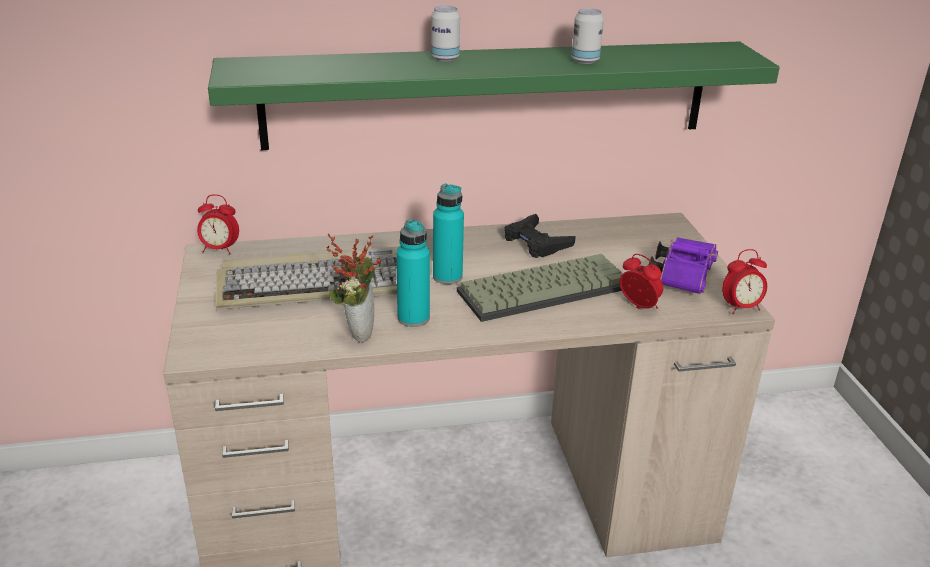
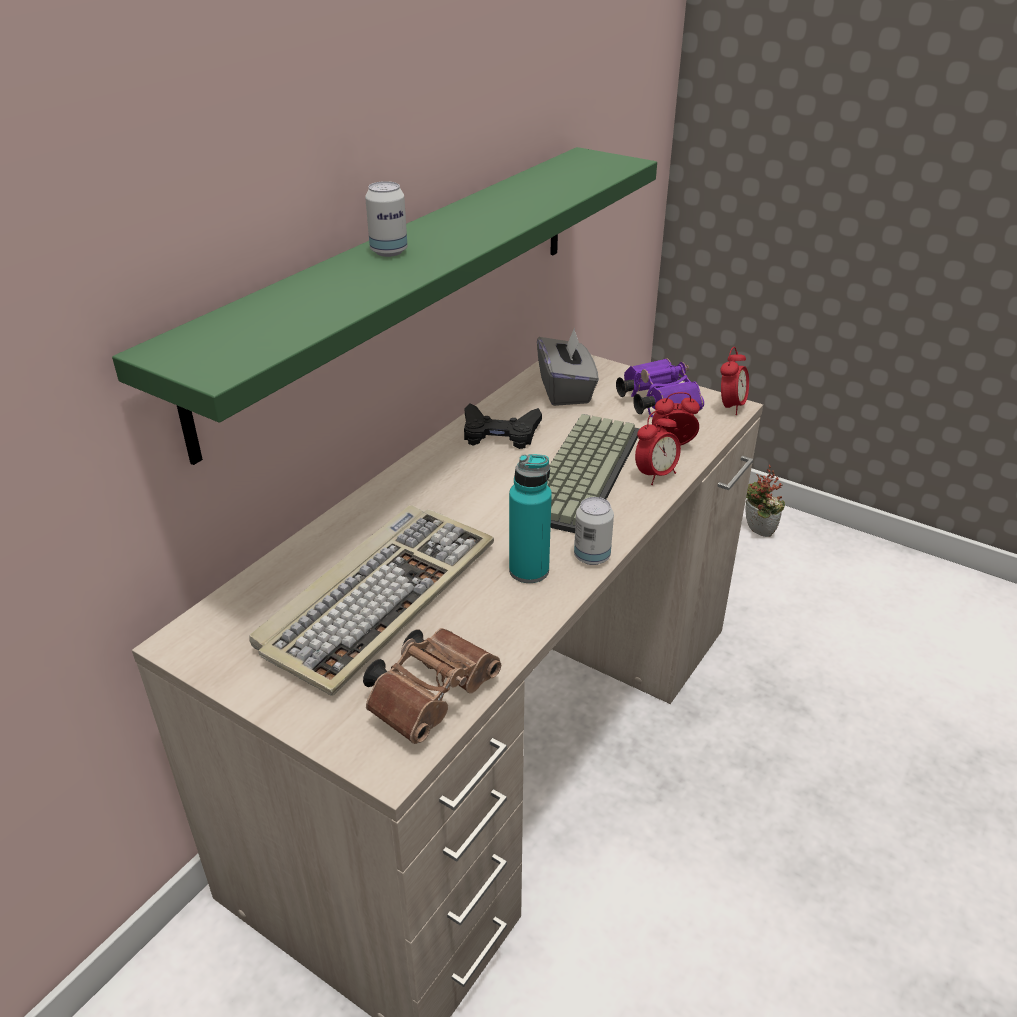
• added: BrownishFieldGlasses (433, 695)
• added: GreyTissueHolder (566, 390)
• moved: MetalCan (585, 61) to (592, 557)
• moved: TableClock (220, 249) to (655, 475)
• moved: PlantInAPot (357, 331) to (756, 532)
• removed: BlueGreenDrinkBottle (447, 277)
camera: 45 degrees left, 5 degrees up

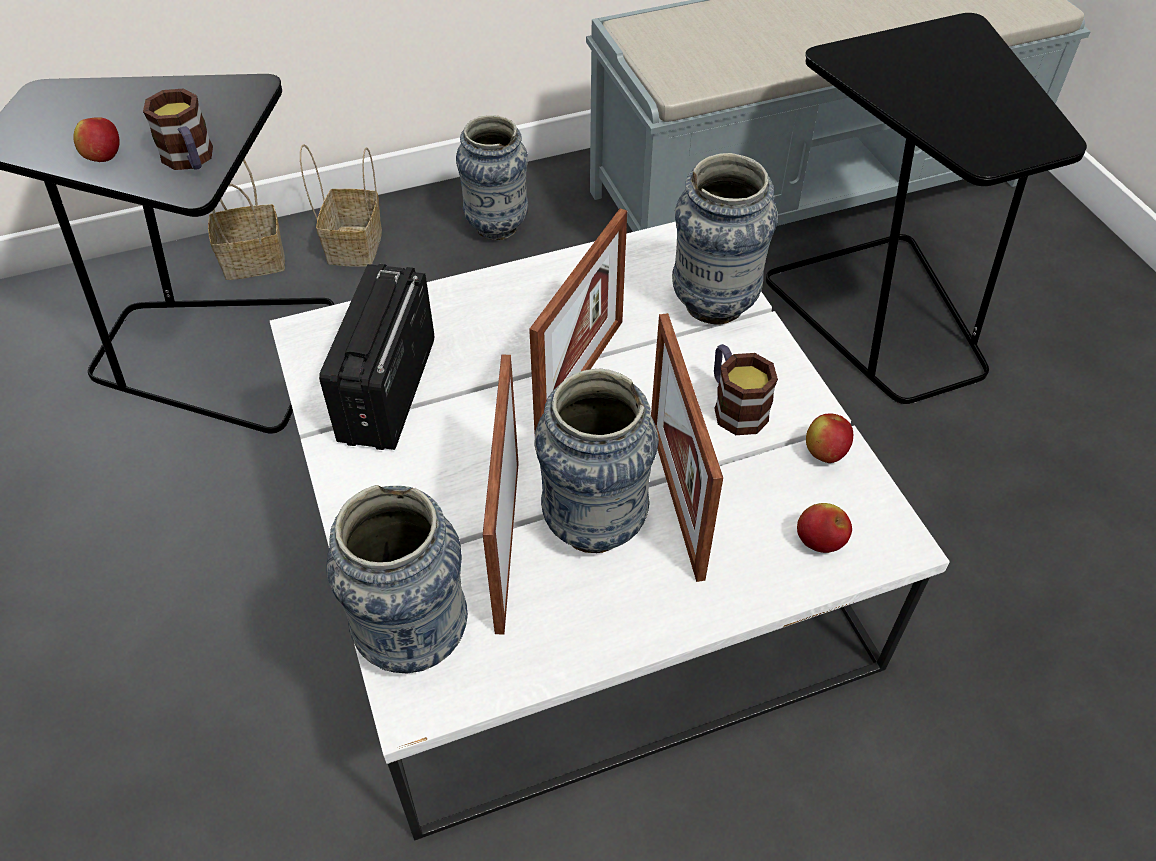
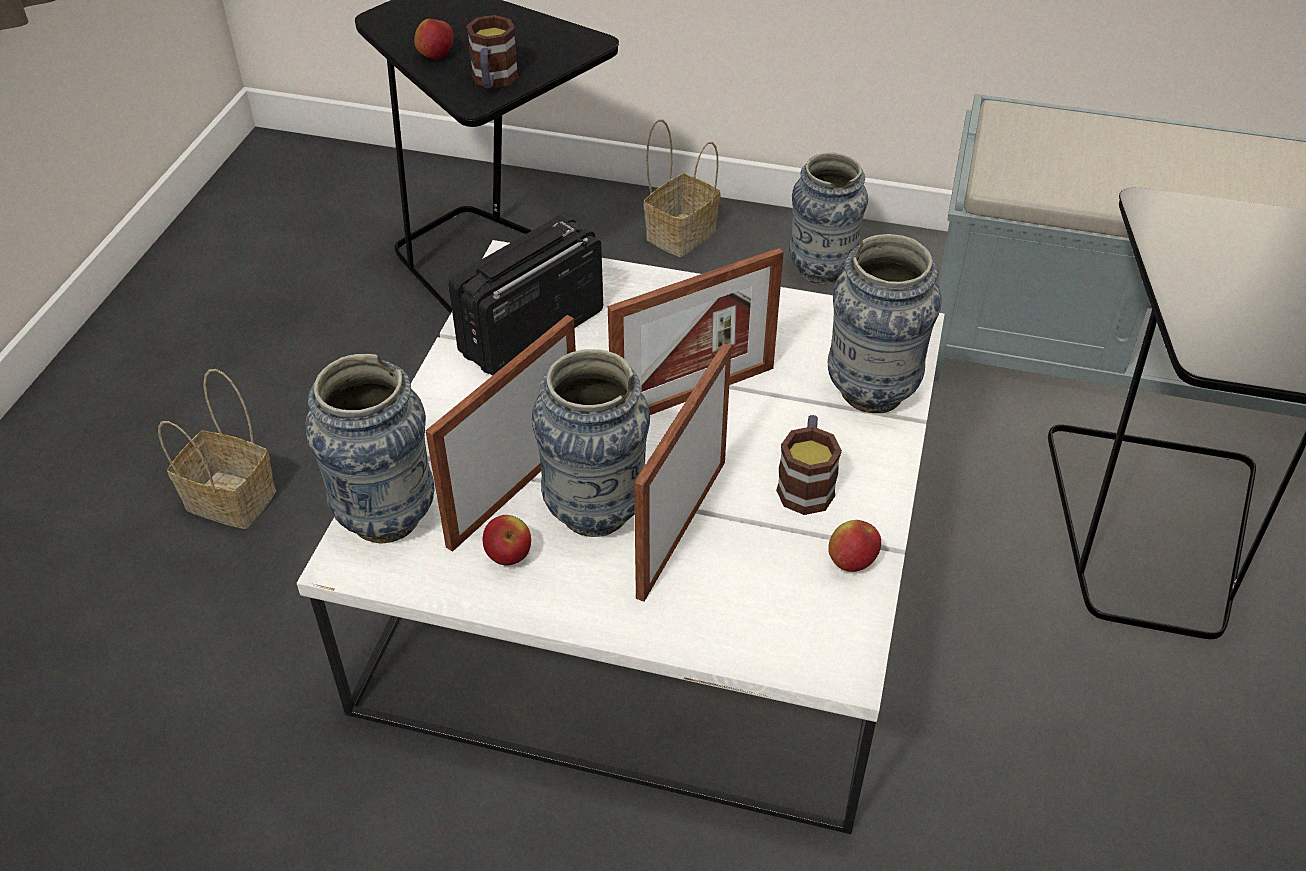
• moved: HouseholdBasket (251, 262) to (227, 500)
• moved: Apple (819, 542) to (508, 556)
camera: 35 degrees right, 5 degrees down

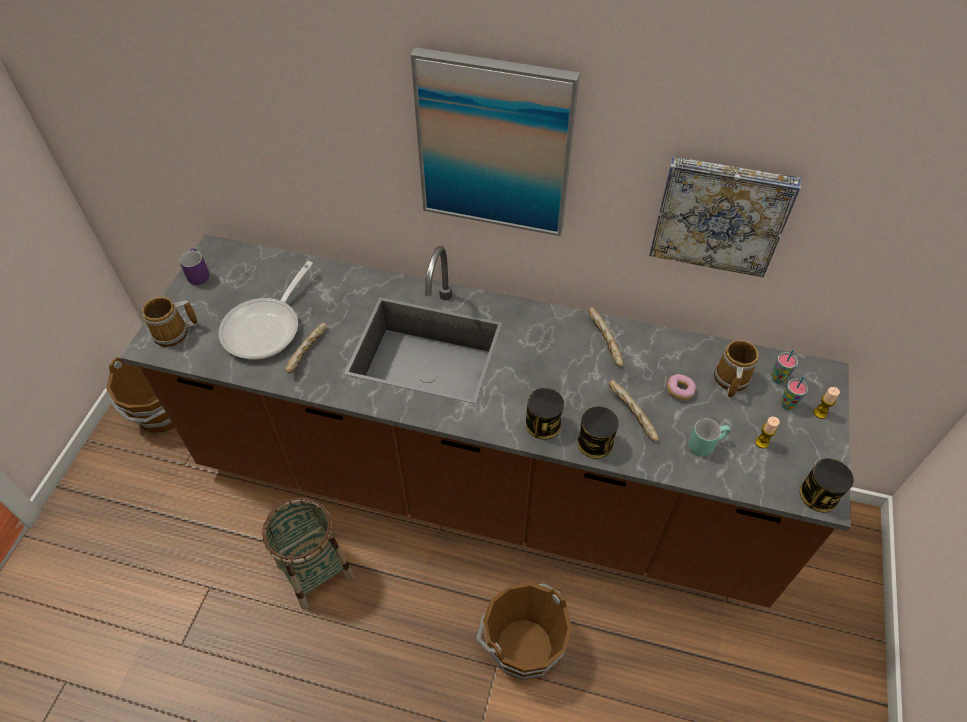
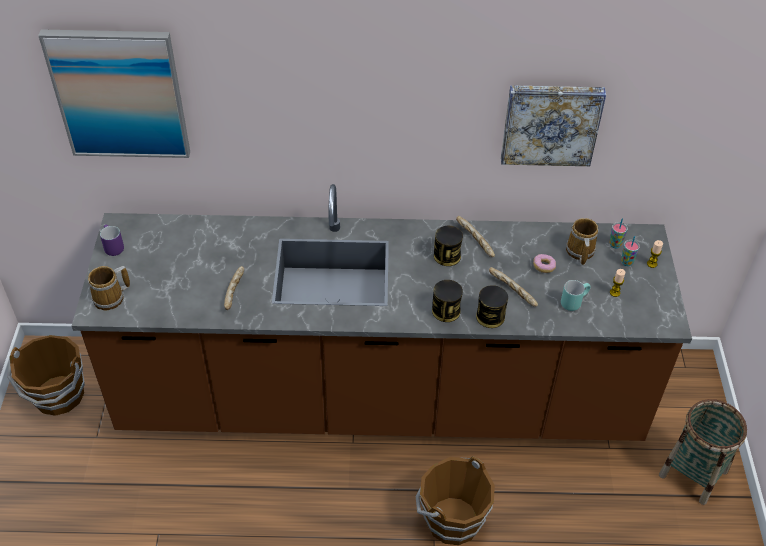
• moved: WallPicture (494, 145) to (119, 94)
• moved: MetalCan (818, 495) to (447, 256)
• moved: HouseholdBasket (315, 571) to (693, 473)
• removed: Pan (266, 328)
camera: 15 degrees left, 5 degrees down

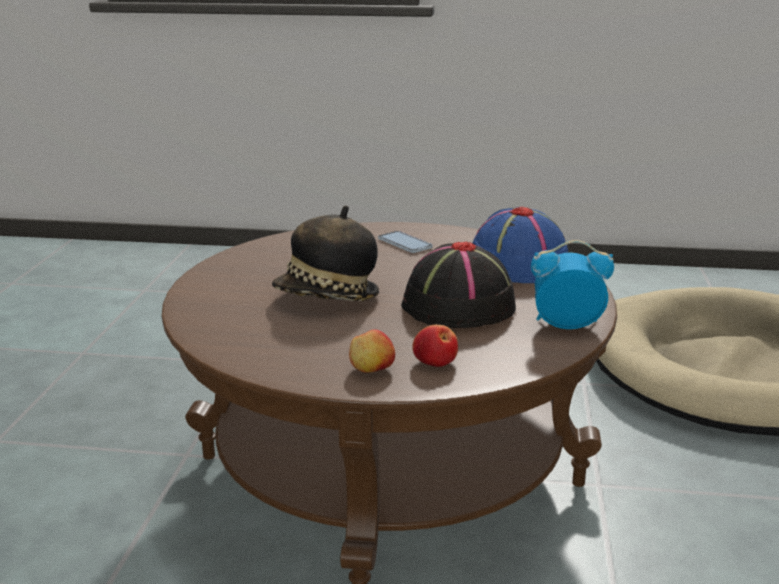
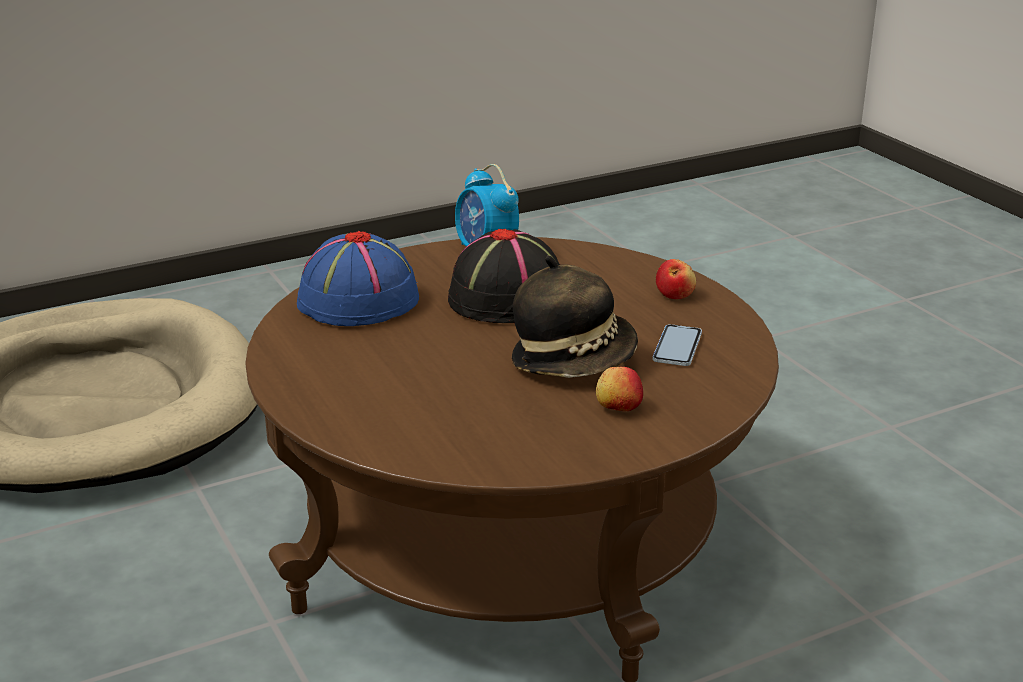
• moved: Apple (435, 362) to (618, 407)
• moved: Phone (404, 243) to (677, 347)
camera: 125 degrees left, 5 degrees up

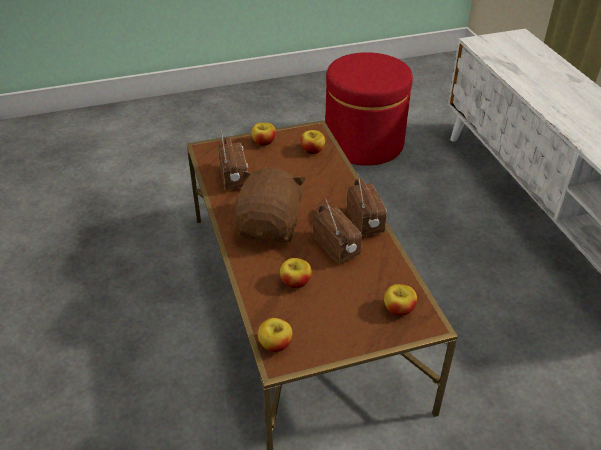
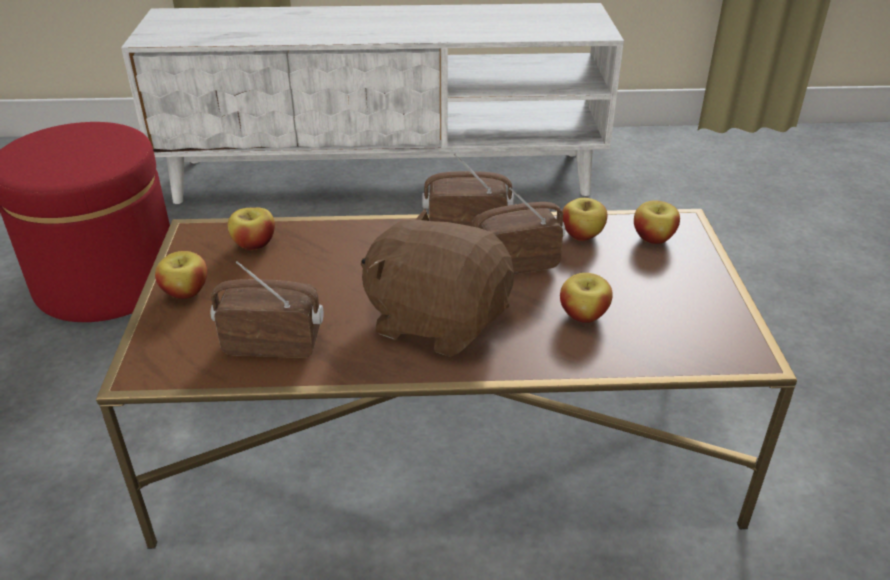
• moved: Apple (275, 344) to (582, 235)
camera: 75 degrees left, 5 degrees down

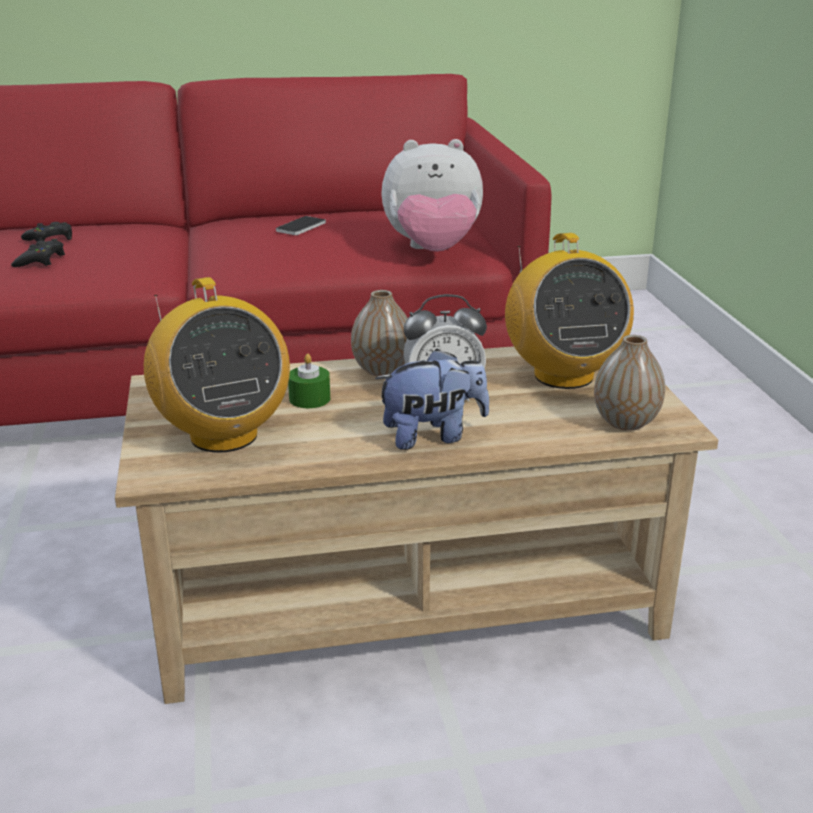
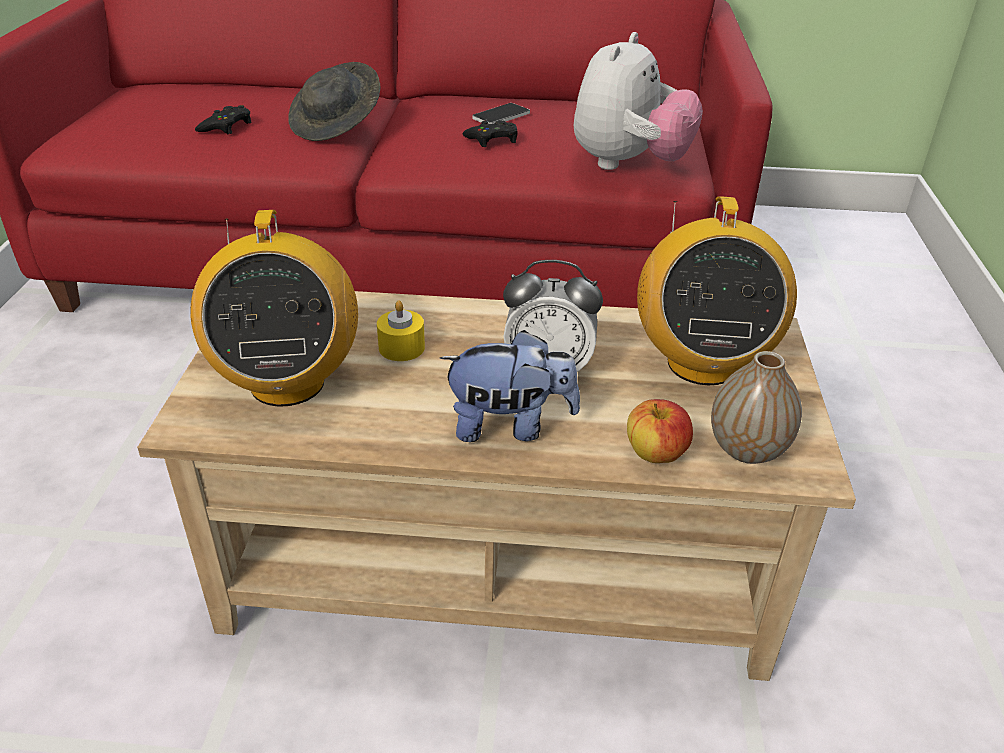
• added: GreyWearableHat (337, 126)
• recoloured: GreenColouredWaxCandle (309, 399) to YellowWaxCandle (401, 347)
• moved: BlackGameController (50, 239) to (492, 139)
• turned: PlushToy (433, 251) = (629, 164) 75 degrees counterclockwise
• added: Apple (655, 454)
• removed: DecorativeVase (382, 370)
camera: 15 degrees right, 10 degrees up

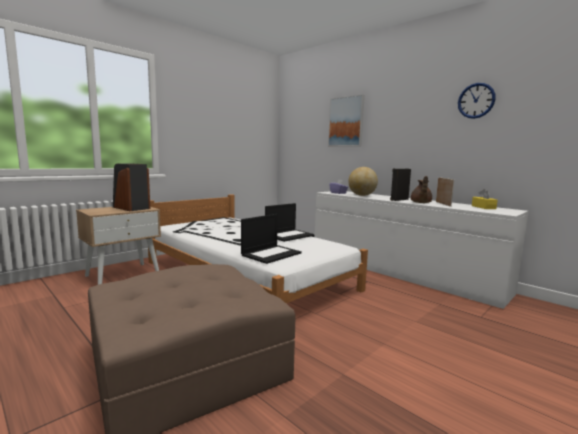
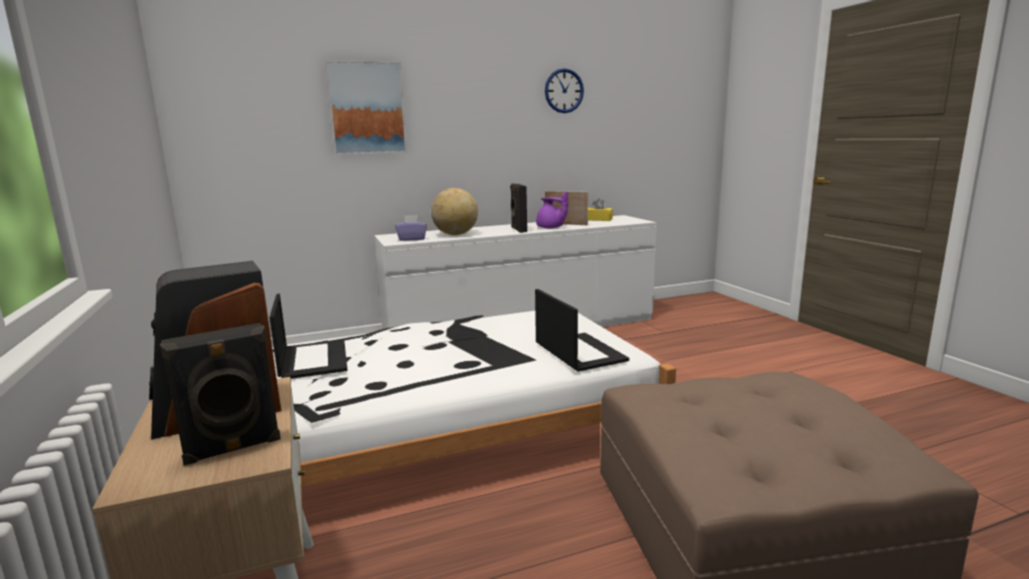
• added: BlackSpeaker (233, 449)
• moved: NotebookComputer (289, 235) to (312, 359)
• recoloured: BrownishPotForTea (420, 203) to PurpleColouredPotForTea (551, 228)
camera: 65 degrees left, 5 degrees up

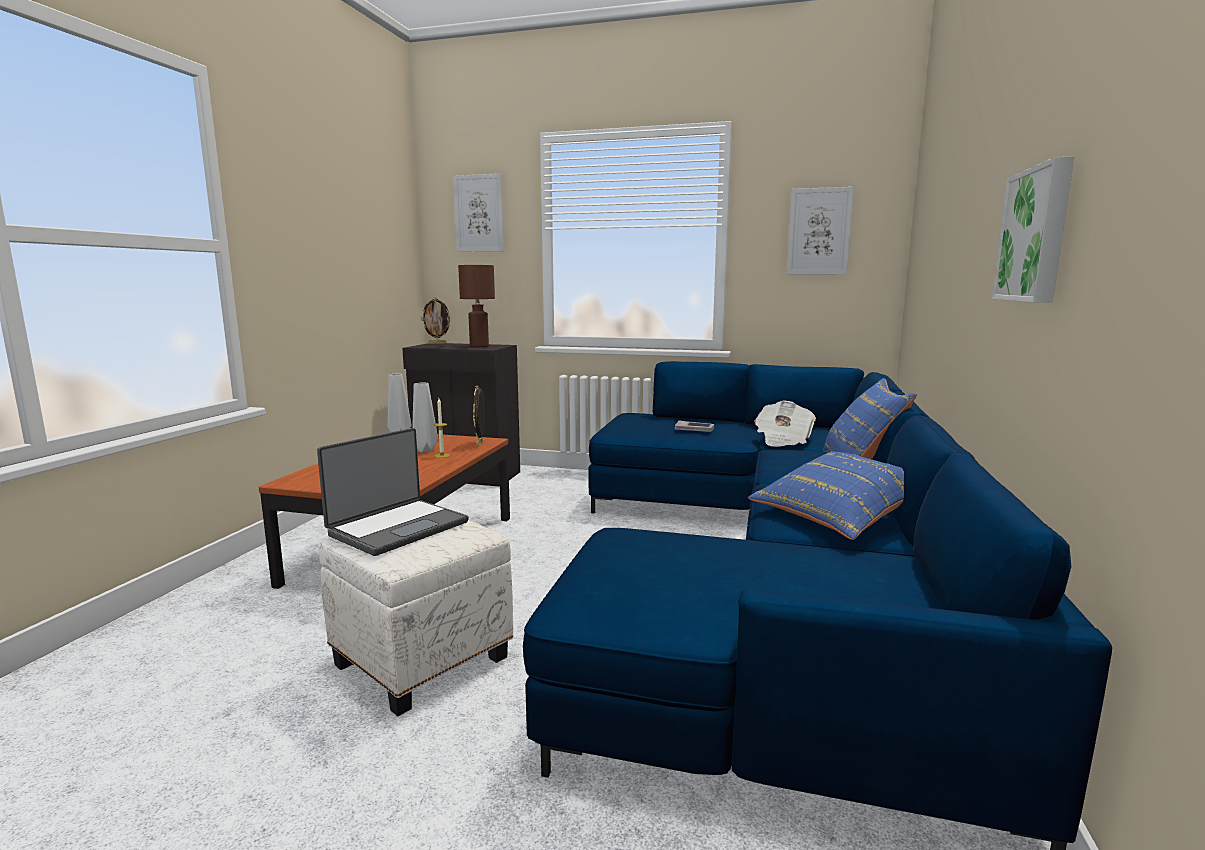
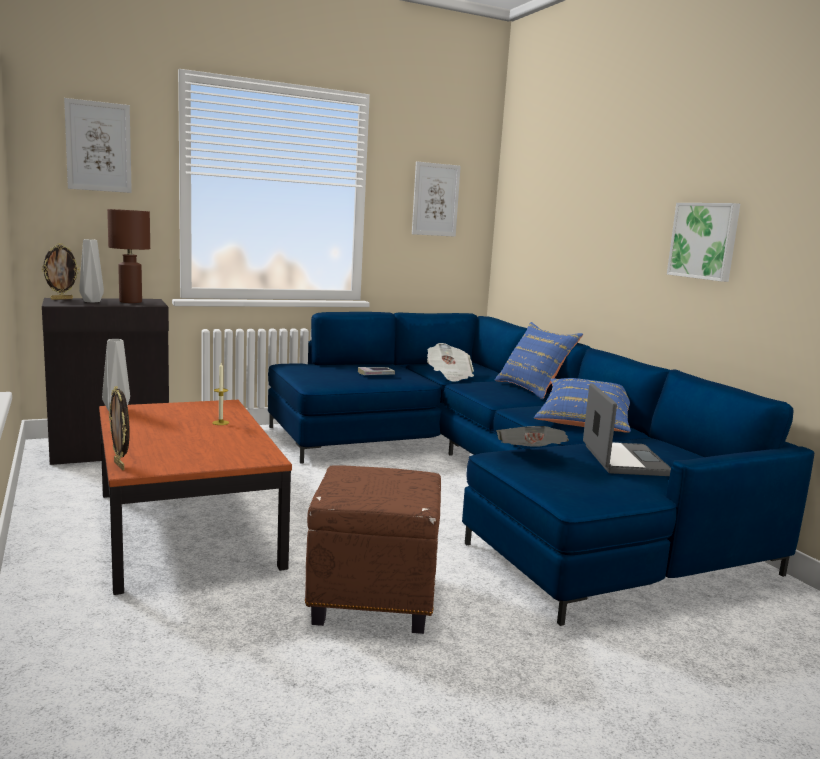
• moved: GreyDecorativeVase (426, 450) to (93, 301)
• moved: PhotoFrame (480, 444) to (120, 465)
• recoloured: WhitishOttoman (423, 659) to BrownishOttoman (372, 597)
• added: DailyPaper (530, 456)
• moved: NotebookComputer (397, 528) to (623, 460)
camera: 40 degrees left, 0 degrees up

